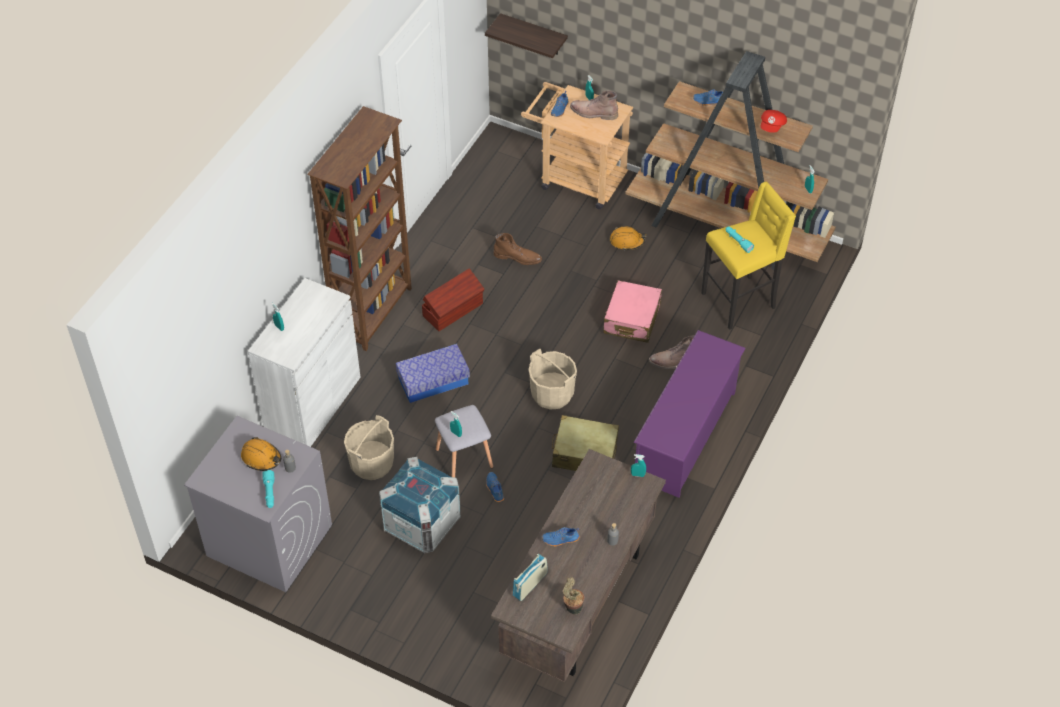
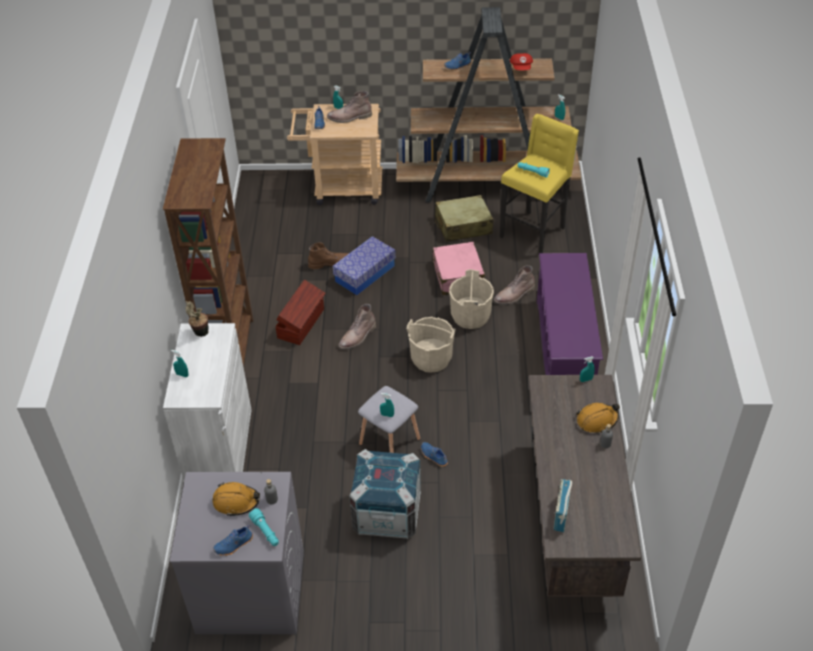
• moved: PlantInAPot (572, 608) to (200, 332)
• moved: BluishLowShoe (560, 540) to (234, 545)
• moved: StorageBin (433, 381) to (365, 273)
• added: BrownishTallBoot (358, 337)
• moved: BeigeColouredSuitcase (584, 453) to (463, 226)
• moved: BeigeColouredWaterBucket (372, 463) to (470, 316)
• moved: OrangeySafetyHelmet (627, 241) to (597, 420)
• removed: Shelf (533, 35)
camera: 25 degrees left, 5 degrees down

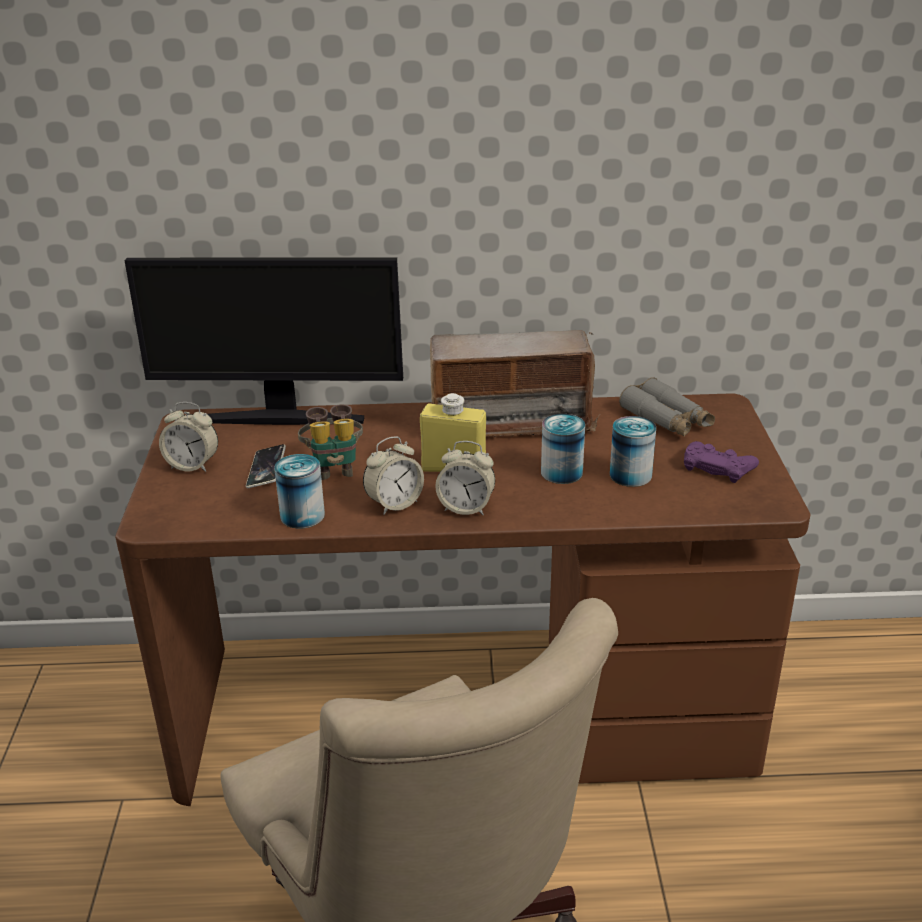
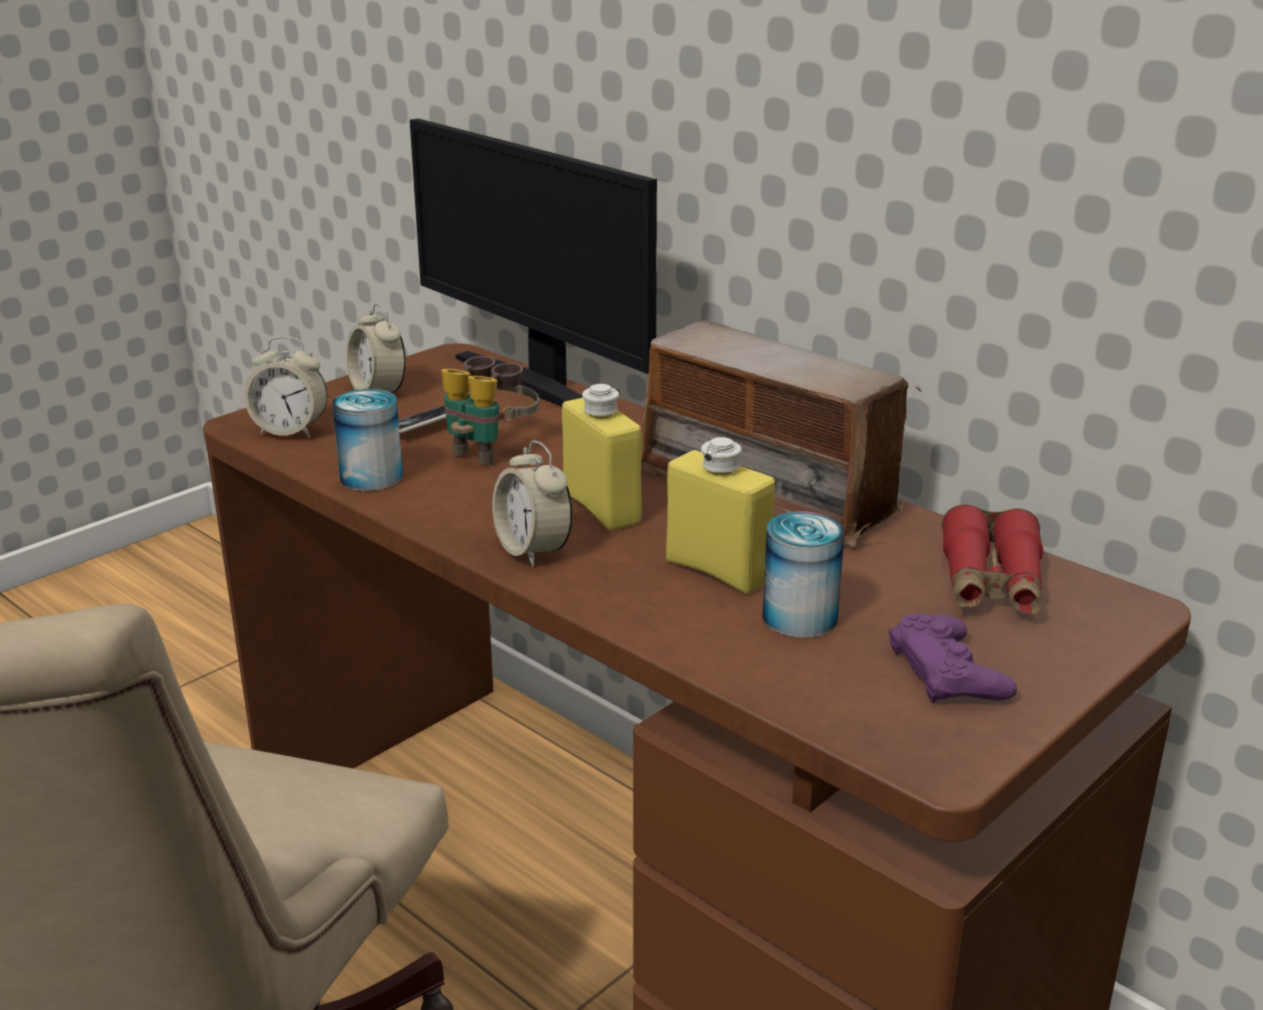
• moved: TableClock (394, 504) to (290, 431)
• replaced: MetalCan (561, 472) to YellowDrinkBottle (717, 571)
• recoloured: GreyFieldGlasses (666, 420) to RedFieldGlasses (991, 582)
camera: 45 degrees right, 5 degrees down

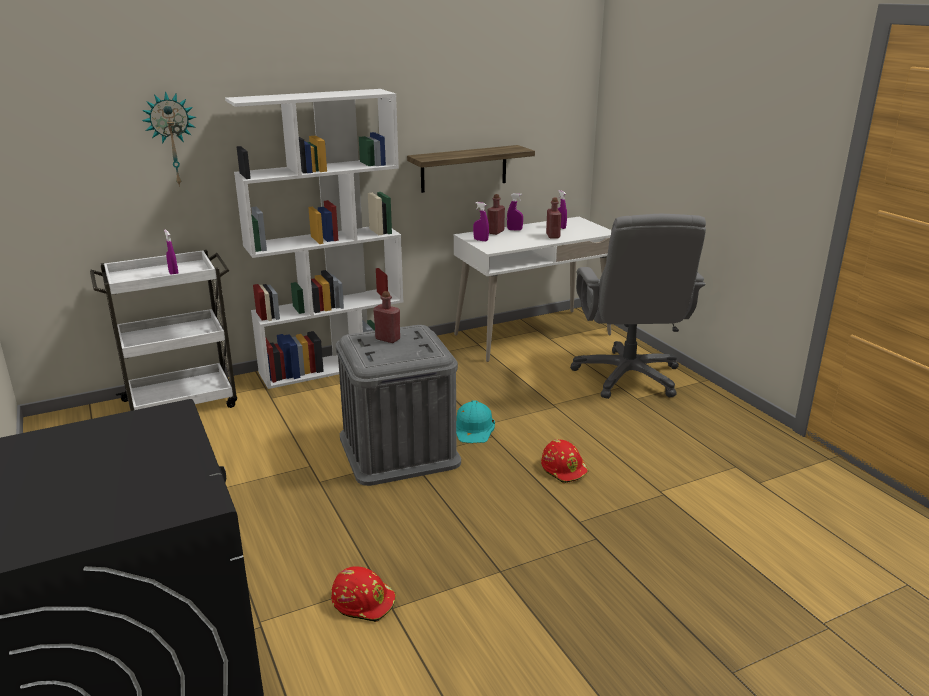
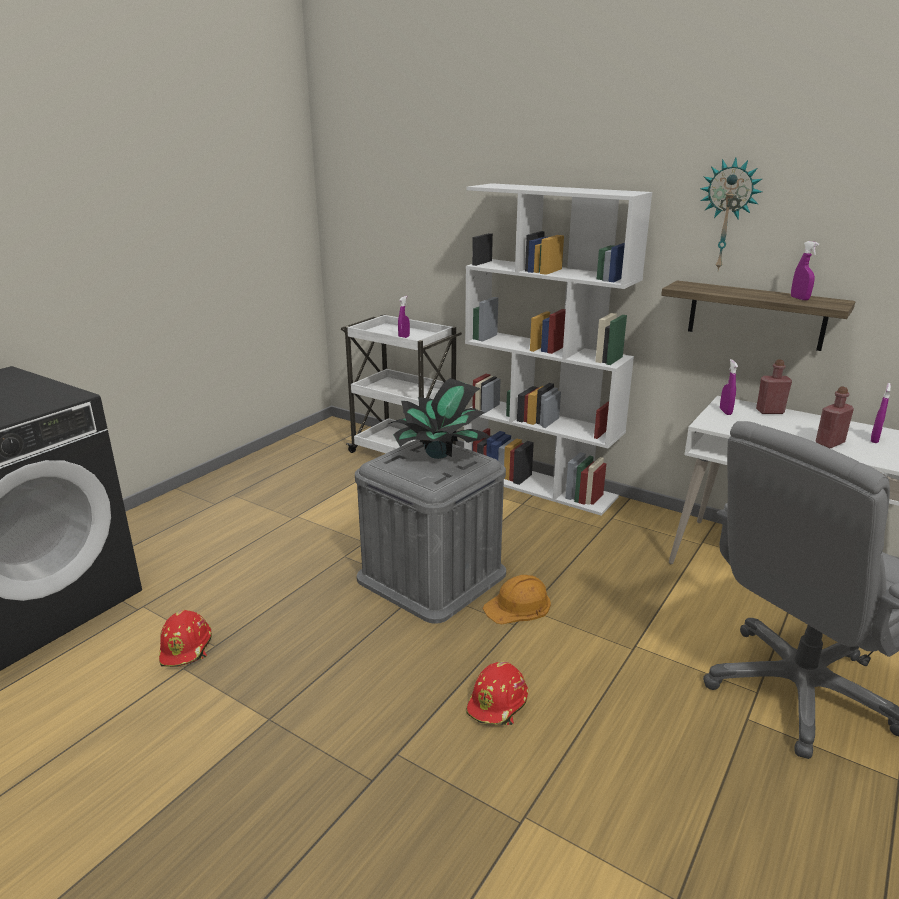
• replaced: RedDrinkBottle (387, 339) to PlantInAPot (438, 455)
• recoloured: BlueGreenSafetyHelmet (474, 428) to OrangeySafetyHelmet (518, 606)
• moved: HangingClock (172, 139) to (727, 215)
• moved: PurpleColouredSprayBottle (514, 230) to (799, 298)
camera: 60 degrees right, 0 degrees up

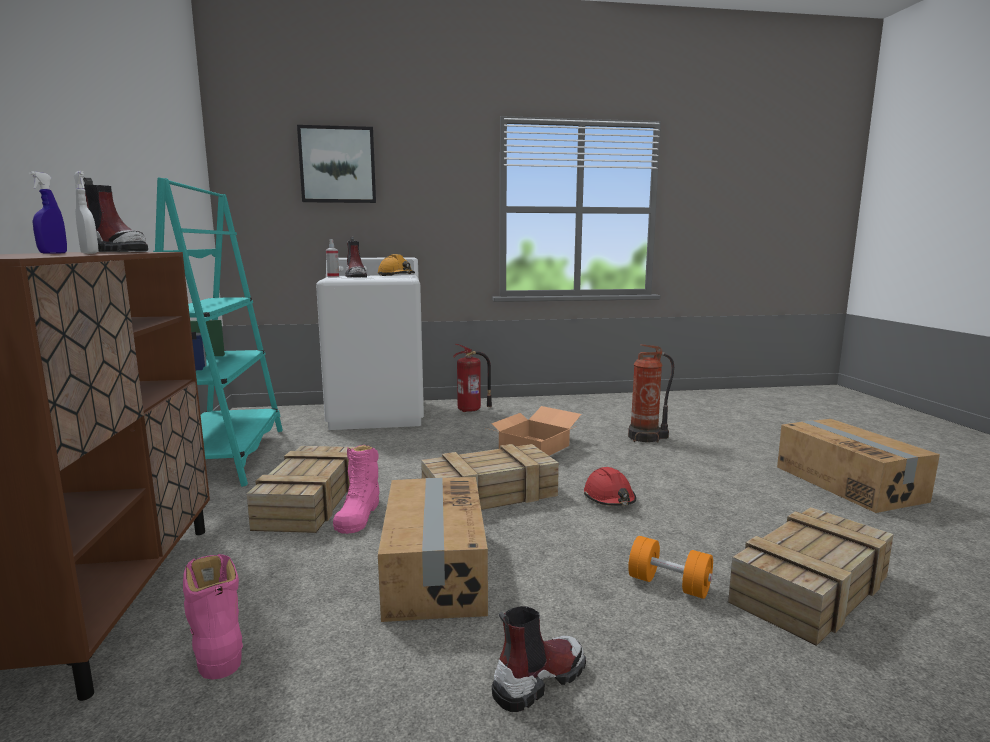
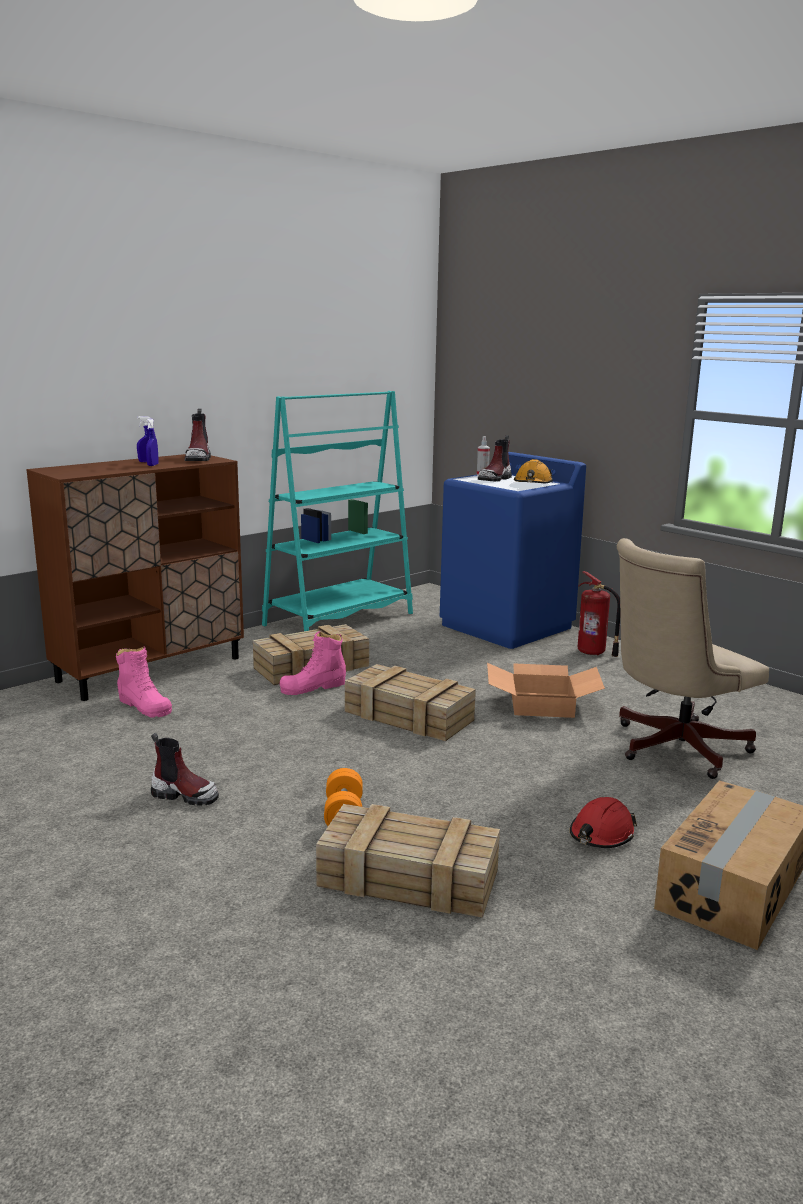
• turned: PinkishTallBoot (217, 639) = (144, 706) 105 degrees clockwise
• recoloured: WhitishSprayBottle (89, 253) to BluishSprayBottle (153, 465)
• recoloured: WhitishLaundryMachine (378, 414) to BluishLaundryMachine (507, 626)
• moved: RedSafetyHelmet (609, 498) to (601, 835)
• replaced: FireExtinguisher (646, 438) to BeigeColouredComputerChair (672, 748)
• removed: WallPicture (337, 165)
• removed: Carton (433, 570)
camera: 55 degrees right, 5 degrees up

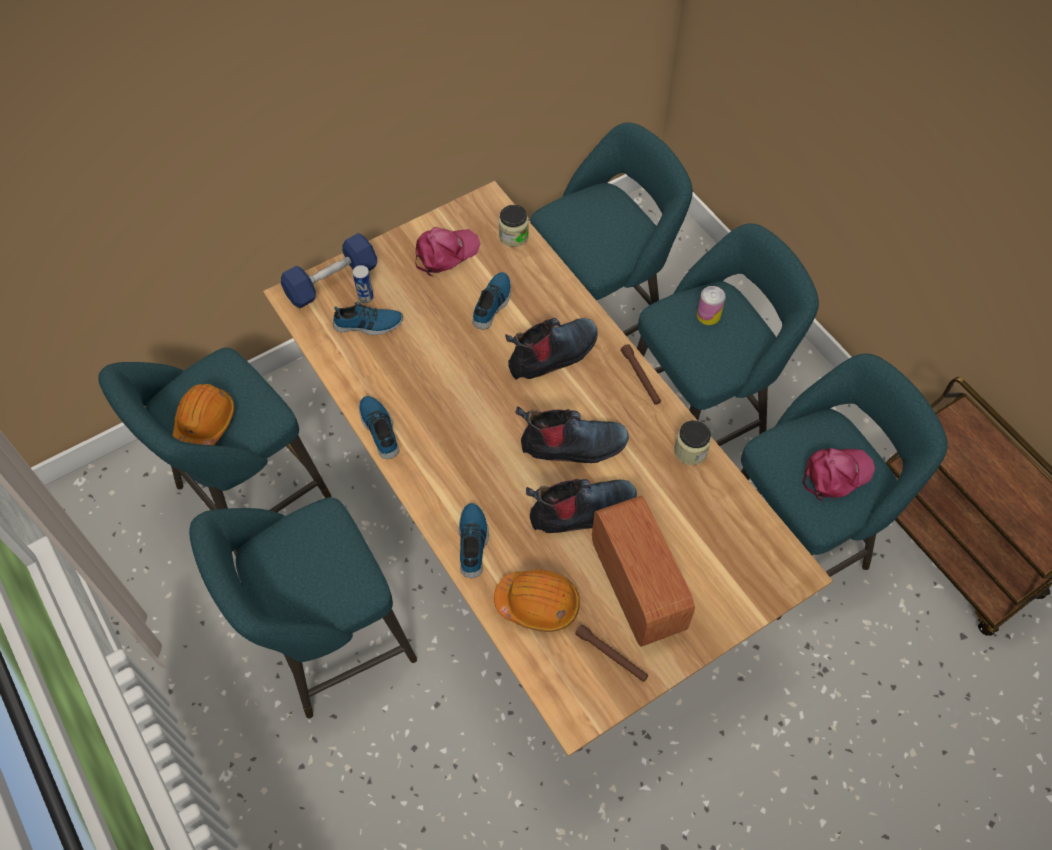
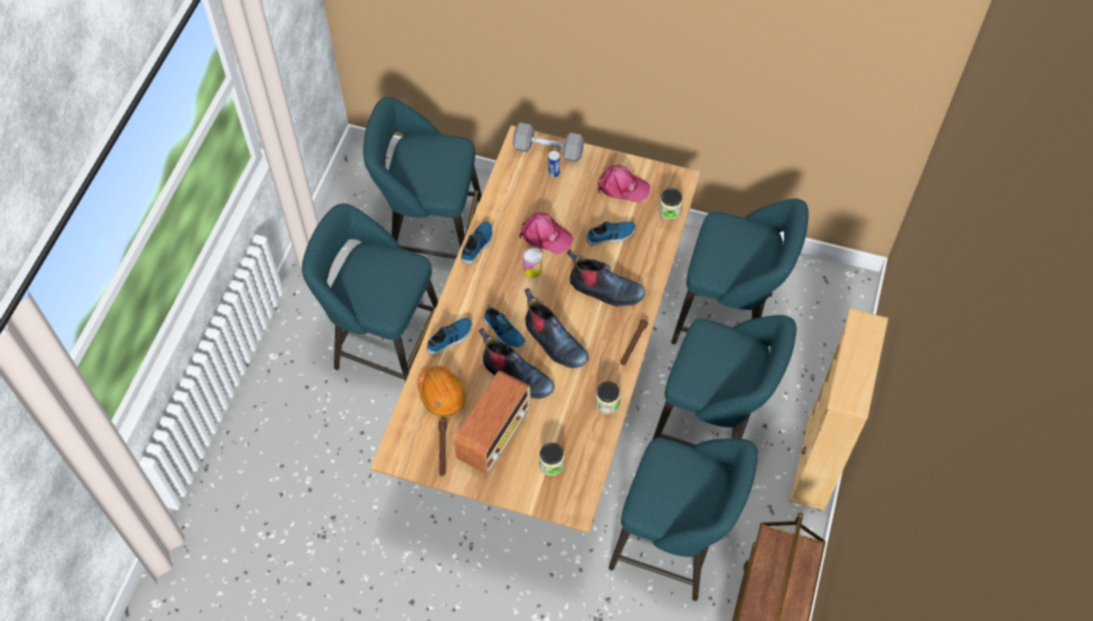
• moved: LowShoe (368, 324) to (503, 331)
• recoloured: BluishHandWeight (331, 281) to GreyHandWeight (548, 150)
• moved: PinkishCap (835, 474) to (545, 236)
• moved: MetalCan (708, 315) to (532, 269)
• added: Jar (551, 464)
• added: BeigeColouredBookcase (817, 460)
• removed: OrangeySafetyHelmet (205, 423)
camera: 50 degrees right, 0 degrees up

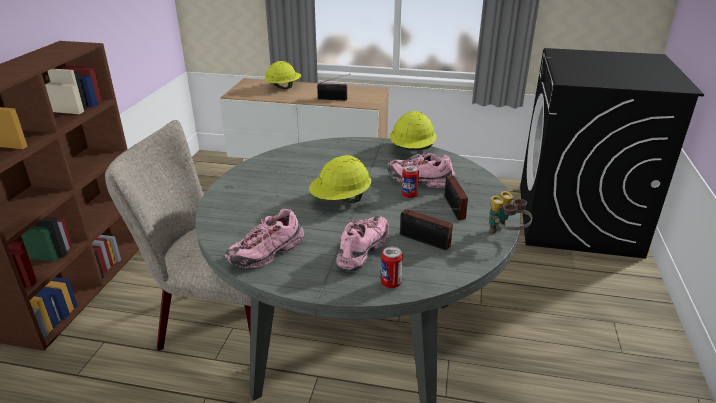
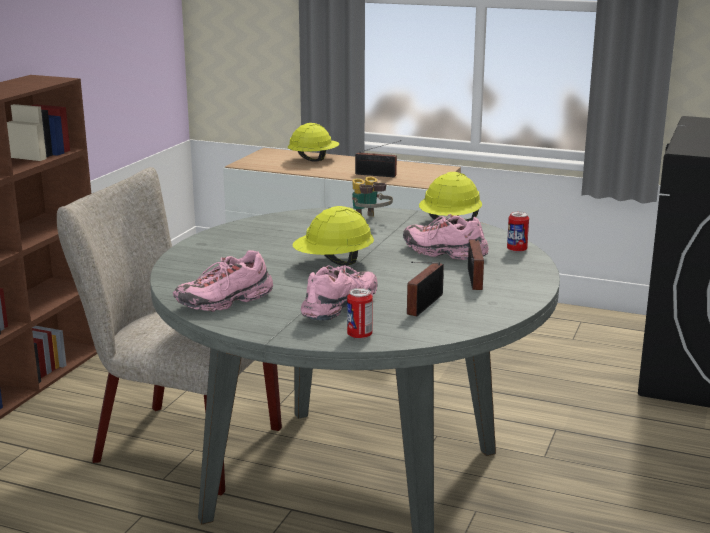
• moved: FieldGlasses (505, 234) to (370, 220)
• turned: RadioReceiver (427, 242) = (422, 305) 75 degrees clockwise
• moved: MetalCan (409, 195) to (516, 250)
camera: 10 degrees right, 10 degrees down

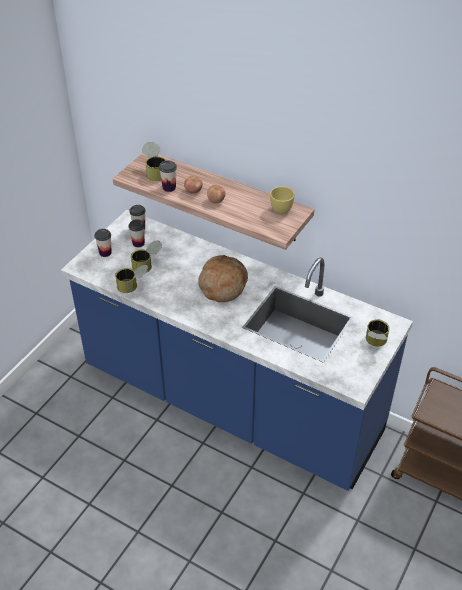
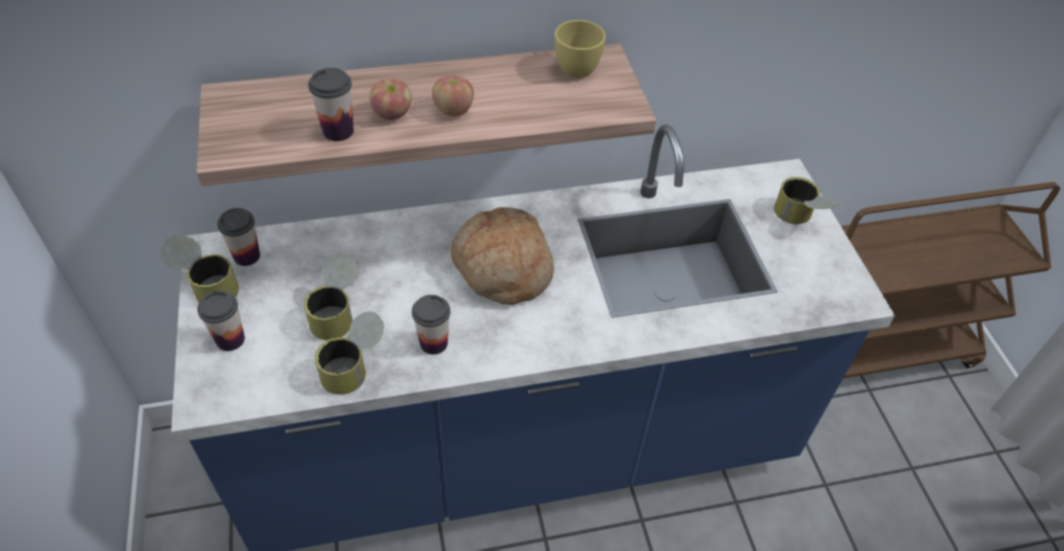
• moved: MetalCan (155, 171) to (207, 286)
• moved: SmallCup (138, 243) to (433, 343)
camera: 45 degrees left, 5 degrees up

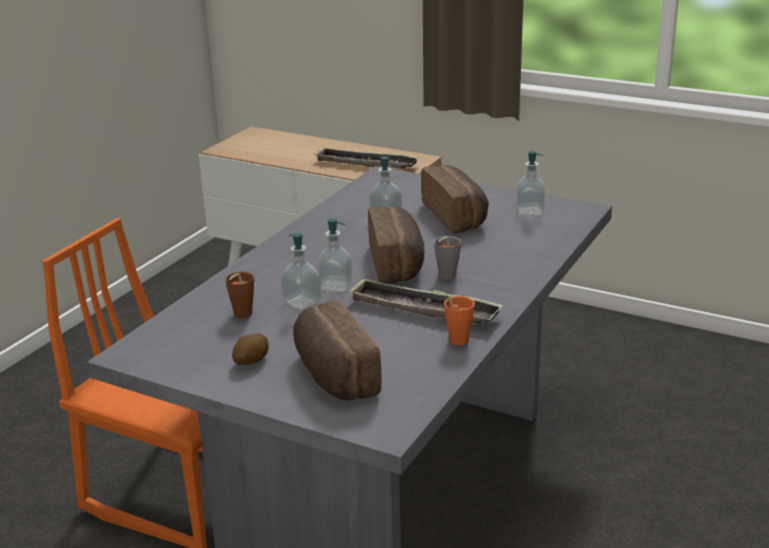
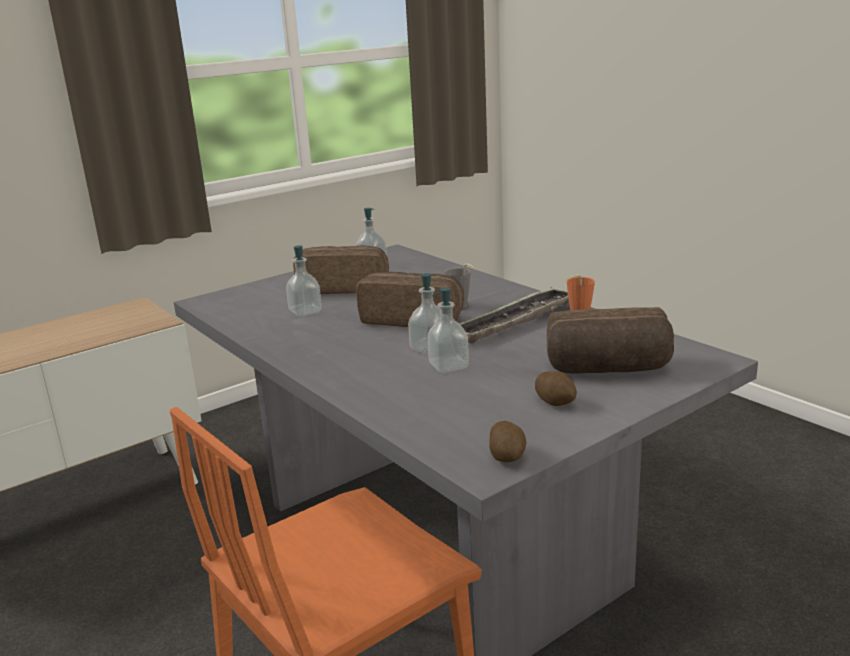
• added: Spud (507, 456)
• removed: BrownishSmallCup (240, 315)
• removed: Tray (366, 164)
camera: 65 degrees left, 5 degrees down

